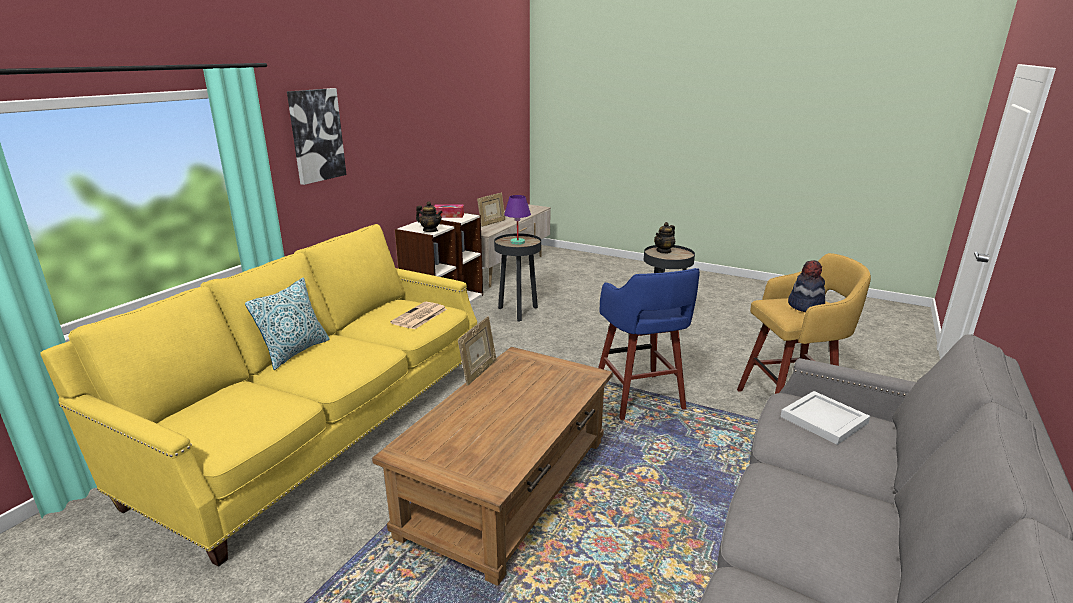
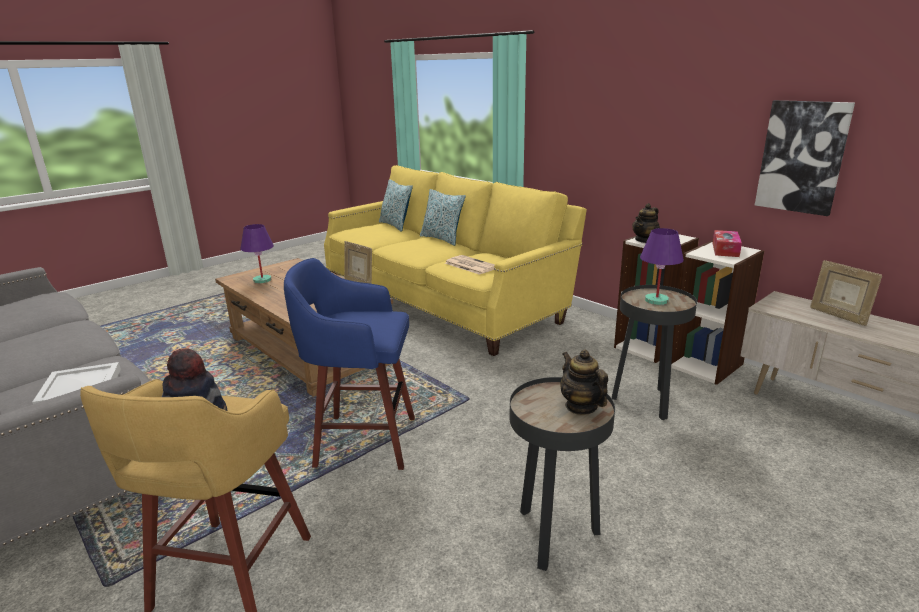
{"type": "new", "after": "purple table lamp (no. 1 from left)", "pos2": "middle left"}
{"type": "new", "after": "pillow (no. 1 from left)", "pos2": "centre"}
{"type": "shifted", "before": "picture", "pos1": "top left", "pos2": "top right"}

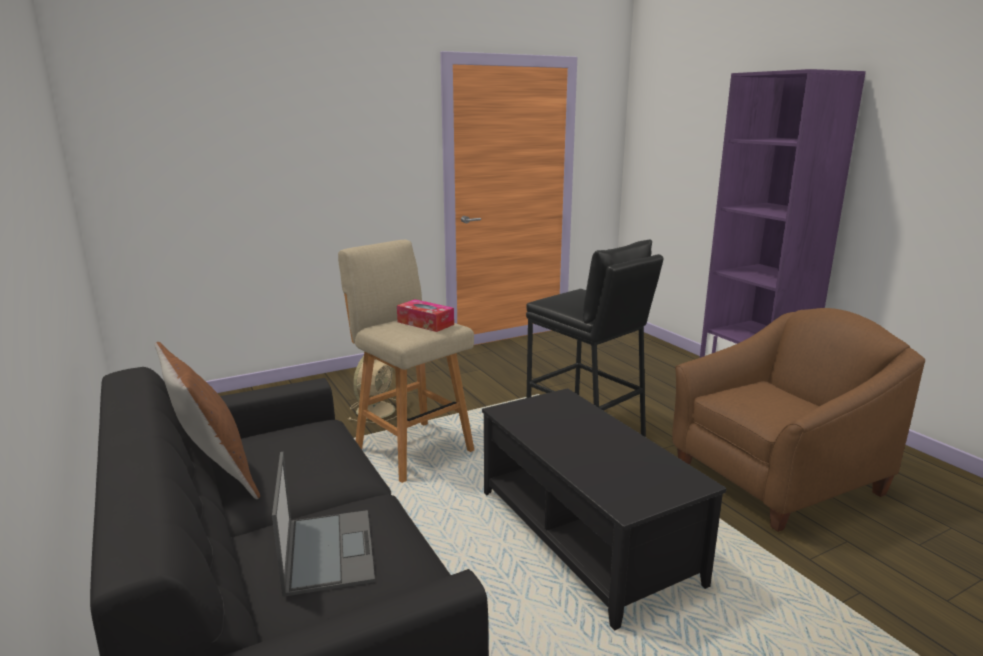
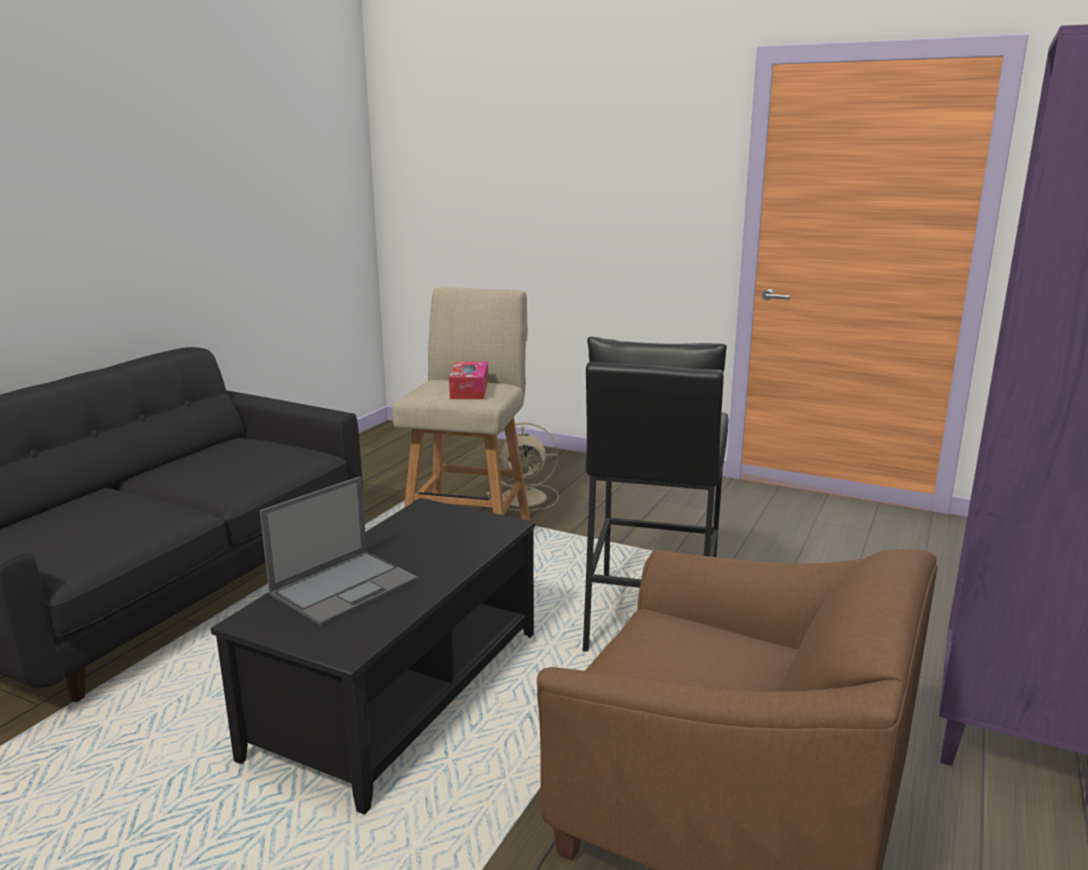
{"type": "shifted", "before": "laptop", "pos1": "bottom left", "pos2": "middle left"}
{"type": "gone", "before": "brown pillow", "pos1": "middle left"}

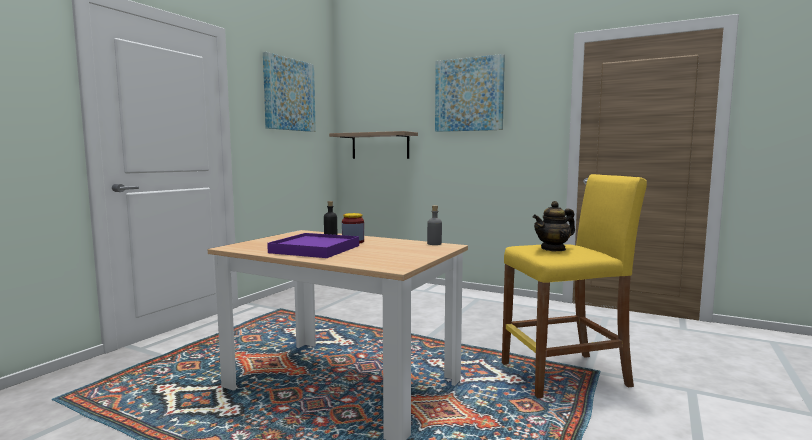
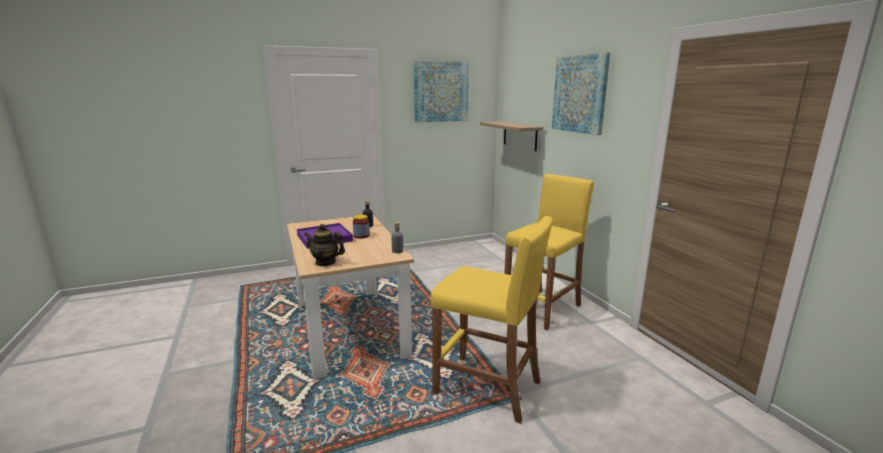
{"type": "shifted", "before": "teapot", "pos1": "middle right", "pos2": "centre"}
{"type": "new", "after": "yellow stool (no. 2 from left)", "pos2": "centre"}

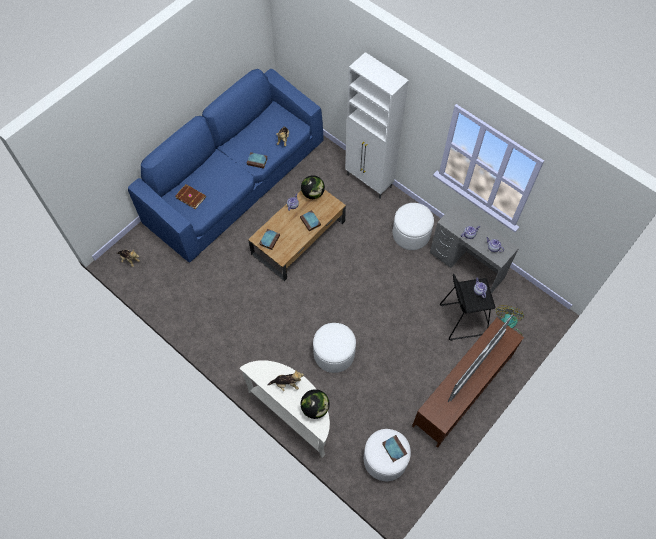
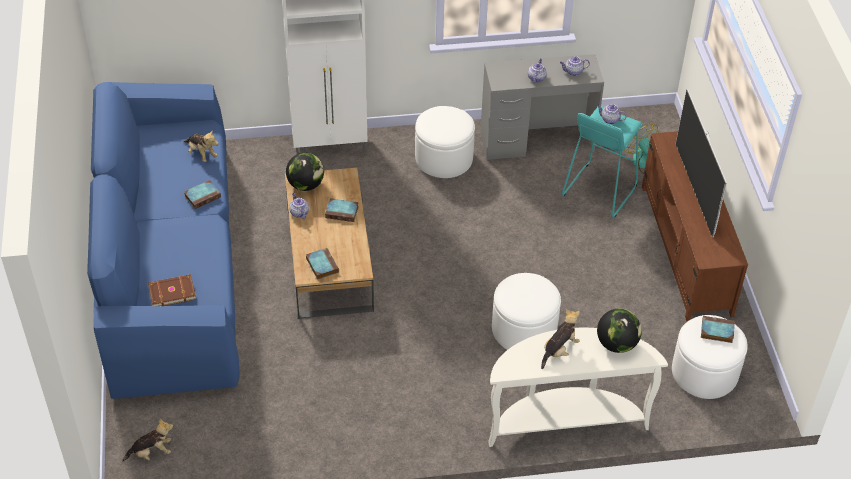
{"type": "repainted", "before": "black stool", "after": "turquoise stool", "pos1": "middle right", "pos2": "middle right"}

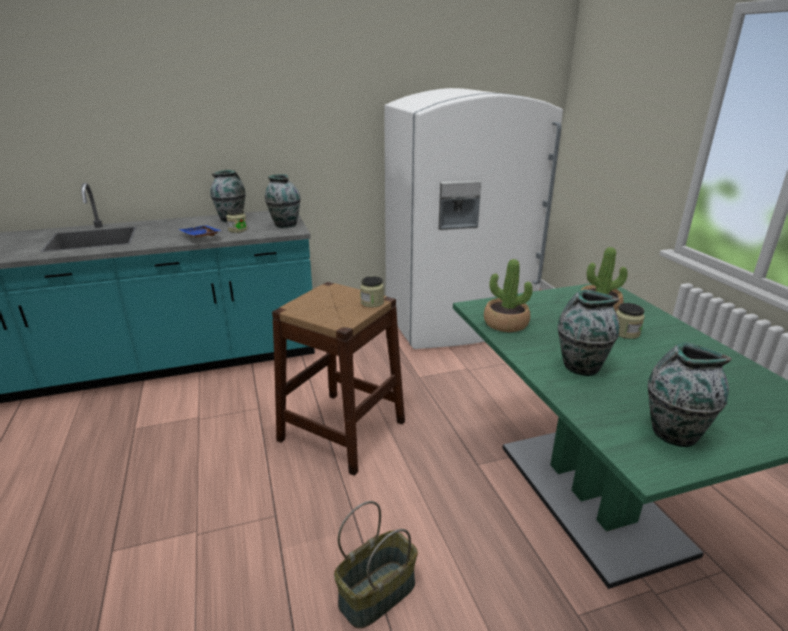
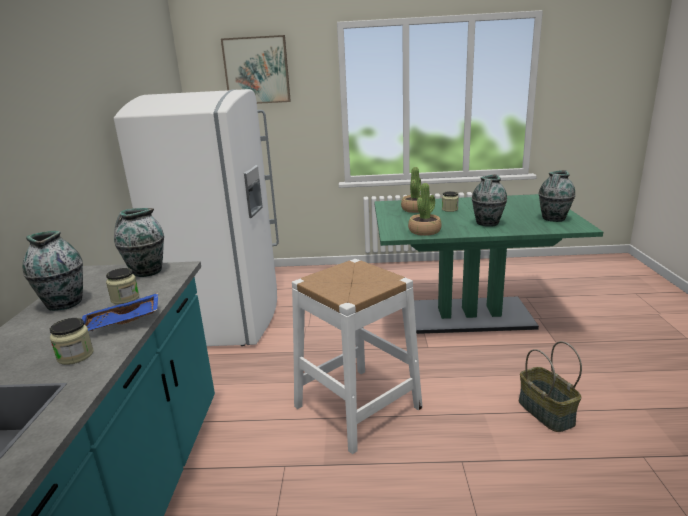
{"type": "shifted", "before": "jar (no. 2 from left in the first image)", "after": "jar (no. 1 from left)", "pos1": "centre", "pos2": "middle left"}
{"type": "new", "after": "picture", "pos2": "top centre"}
{"type": "repainted", "before": "brown stool", "after": "white stool", "pos1": "centre", "pos2": "bottom centre"}

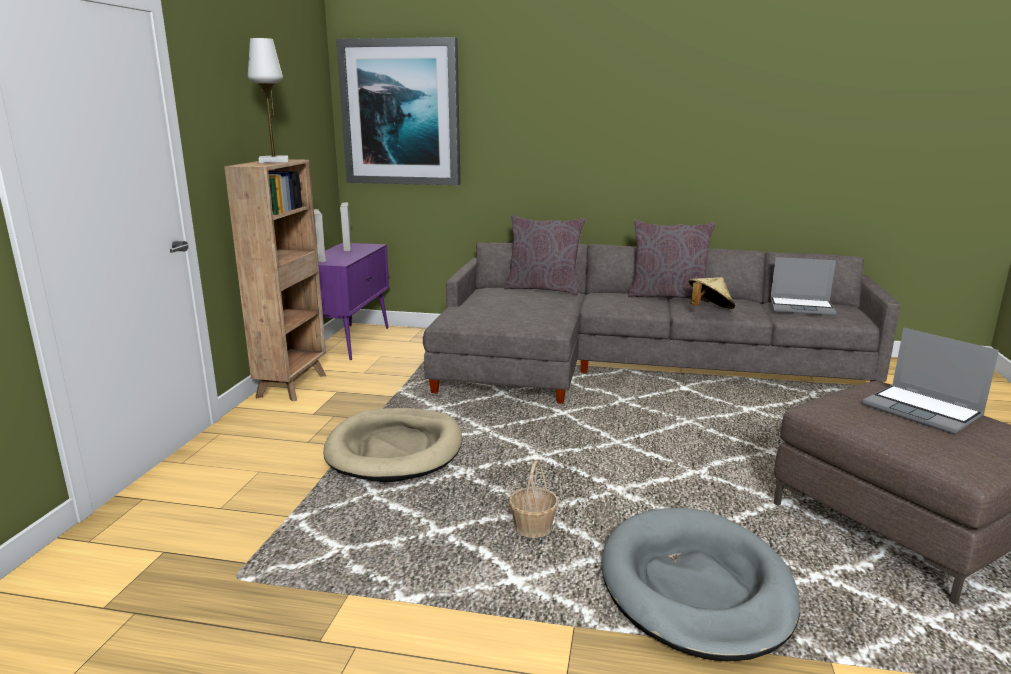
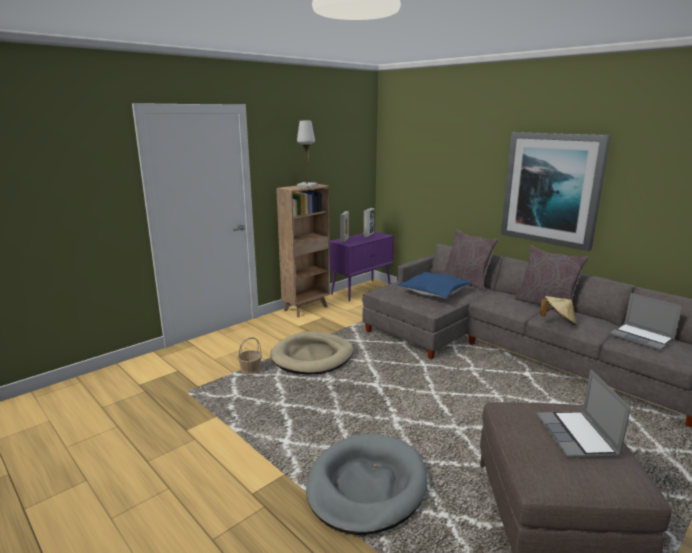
{"type": "shifted", "before": "basket", "pos1": "bottom centre", "pos2": "centre"}
{"type": "new", "after": "blue pillow", "pos2": "centre"}
{"type": "shifted", "before": "picture", "pos1": "top centre", "pos2": "middle right"}

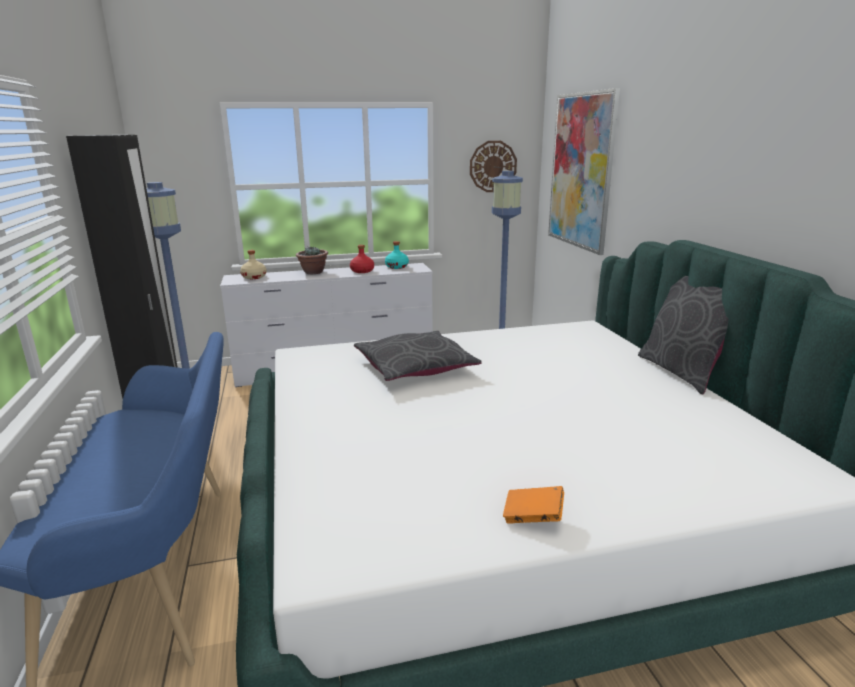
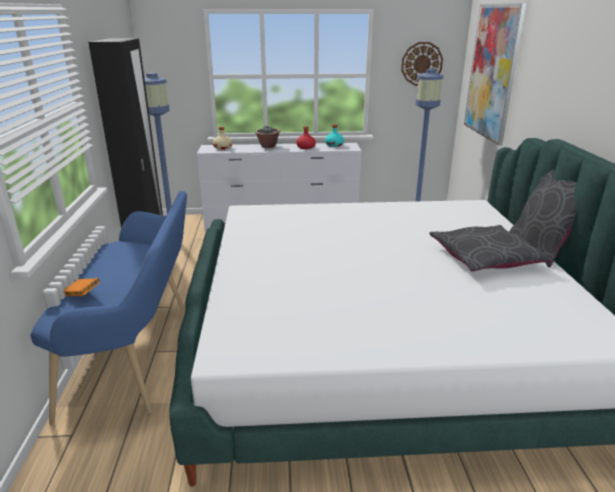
{"type": "shifted", "before": "orange book", "pos1": "bottom centre", "pos2": "middle left"}
{"type": "shifted", "before": "grey pillow (no. 1 from left)", "pos1": "centre", "pos2": "middle right"}

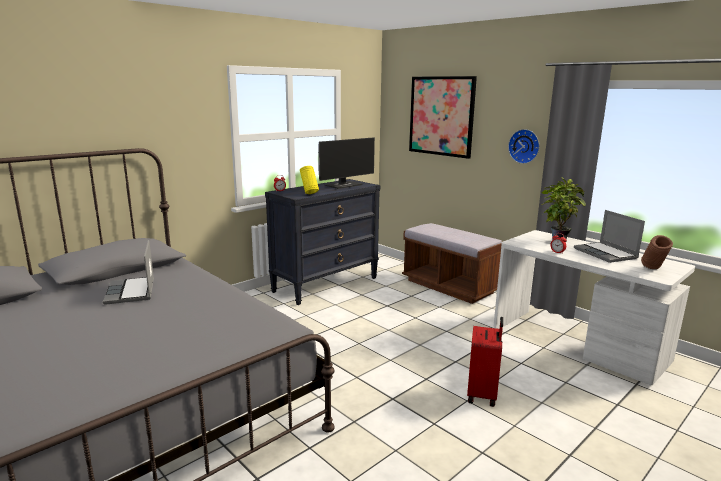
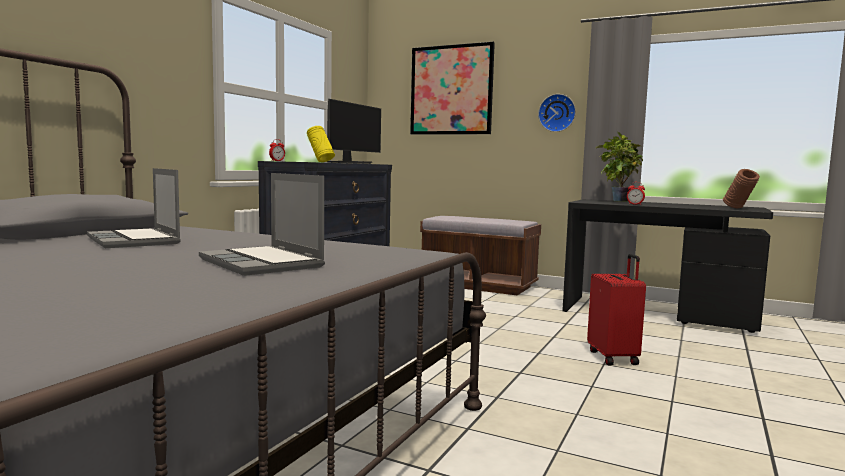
{"type": "shifted", "before": "laptop (no. 2 from left)", "pos1": "middle right", "pos2": "middle left"}
{"type": "repainted", "before": "white desk", "after": "black desk", "pos1": "middle right", "pos2": "middle right"}

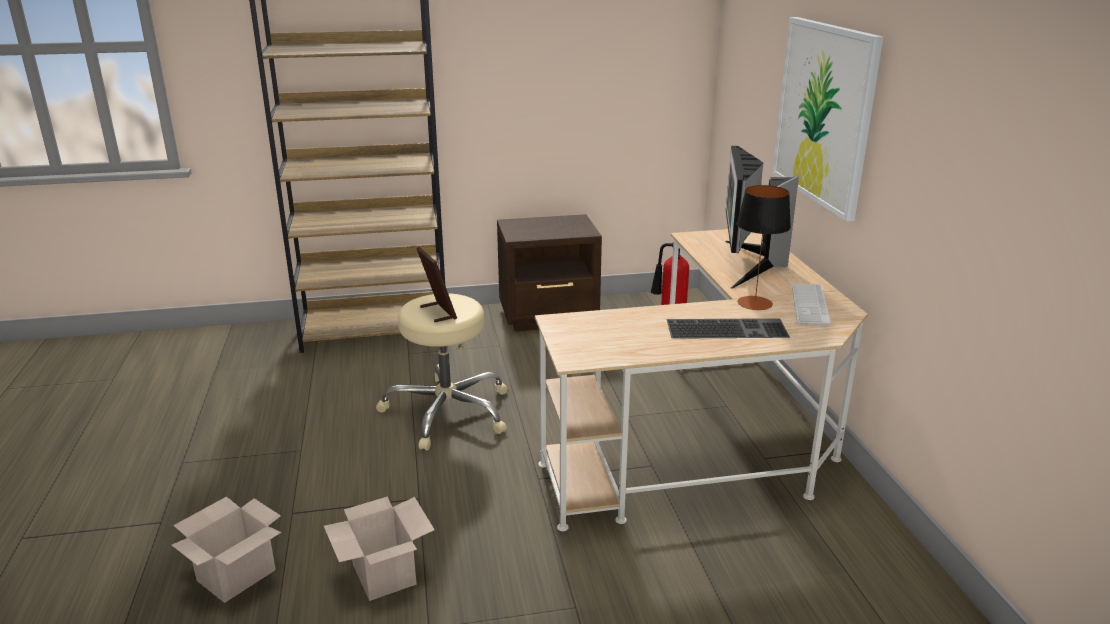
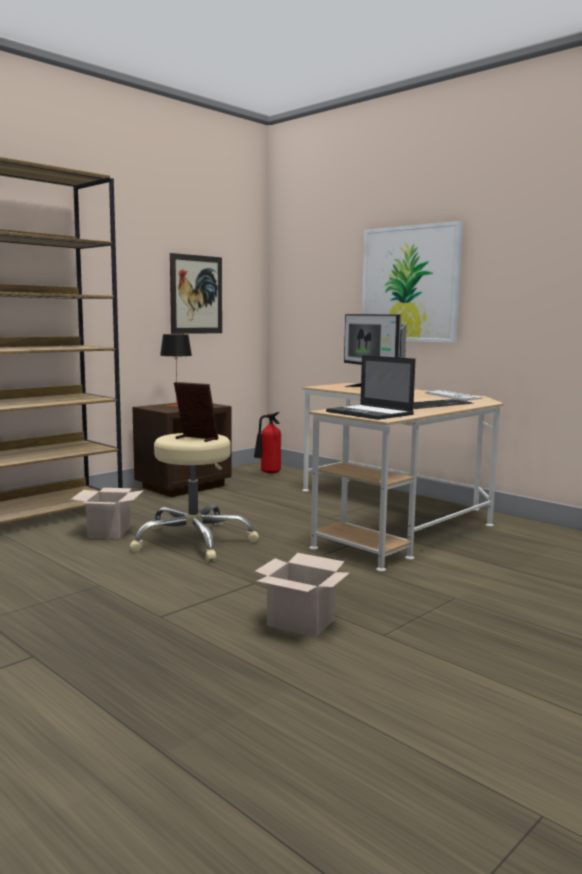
{"type": "shifted", "before": "cardboard box (no. 1 from left)", "pos1": "bottom left", "pos2": "middle left"}
{"type": "shifted", "before": "table lamp", "pos1": "middle right", "pos2": "middle left"}
{"type": "new", "after": "picture (no. 1 from left)", "pos2": "centre"}
{"type": "new", "after": "laptop", "pos2": "centre"}

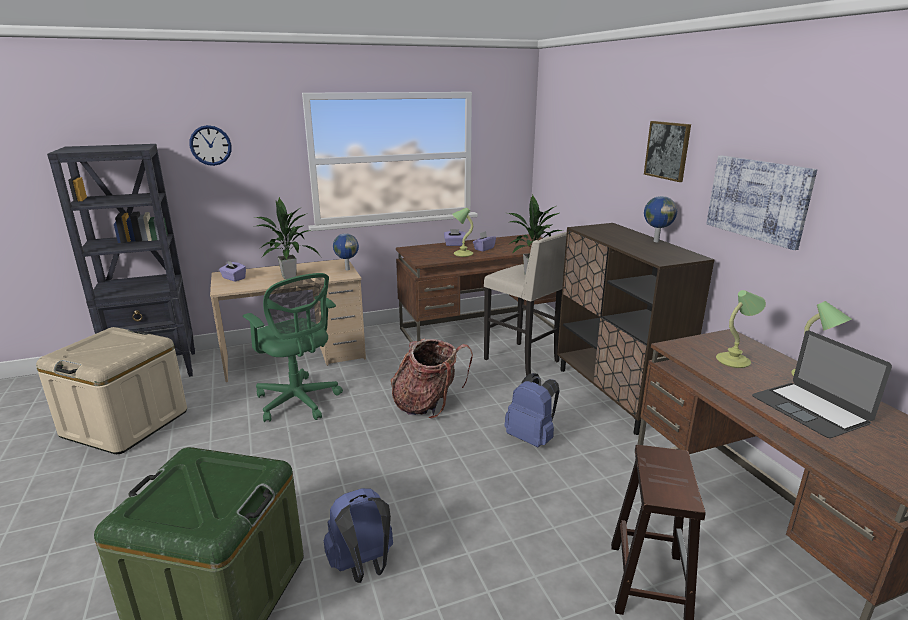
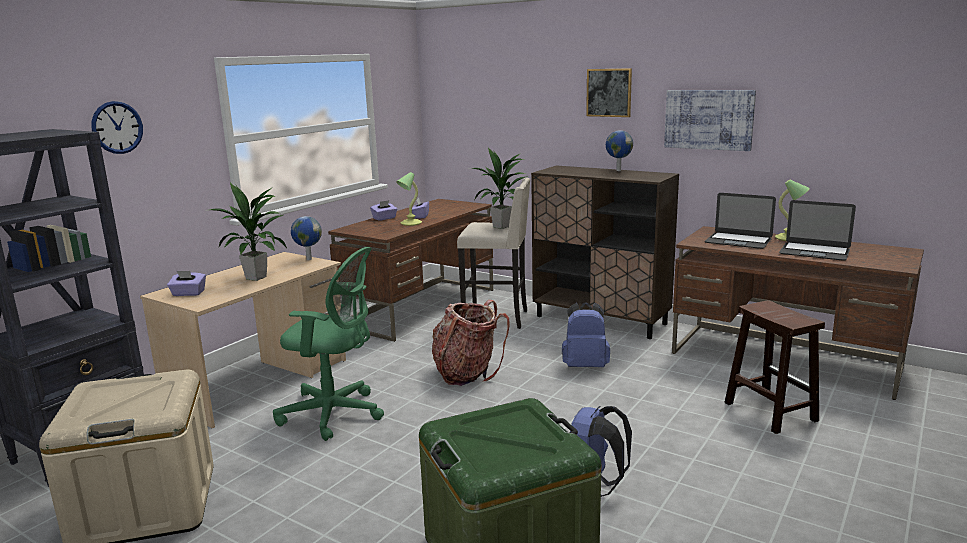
{"type": "swapped", "before": "table lamp (no. 2 from left)", "after": "laptop (no. 1 from left)", "pos1": "middle right", "pos2": "middle right"}

